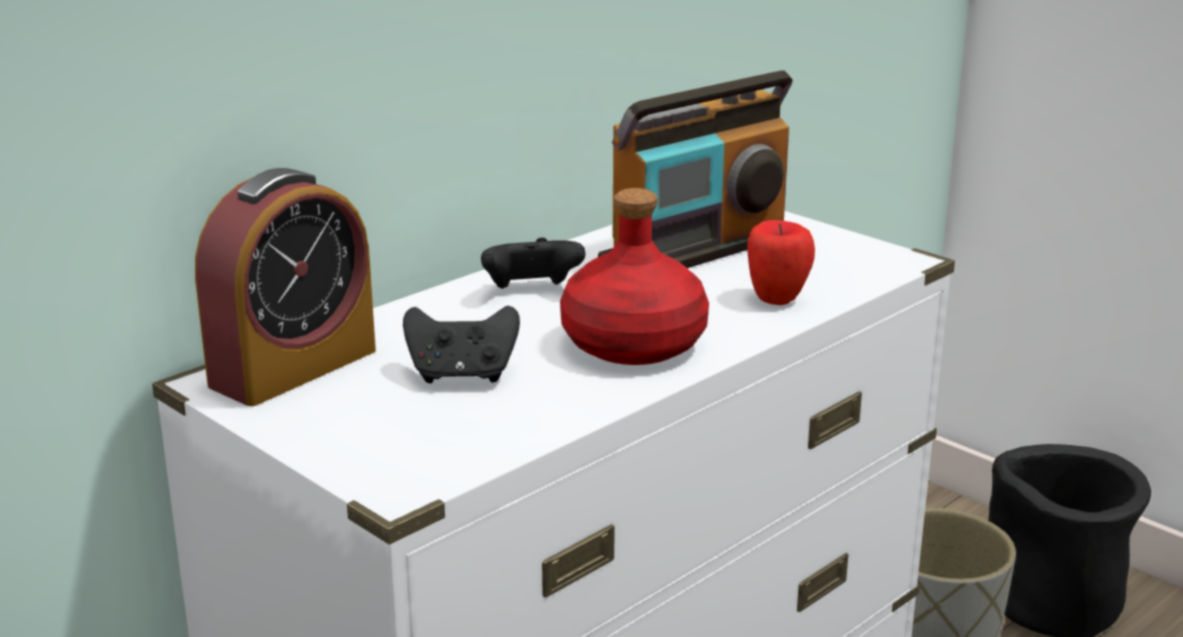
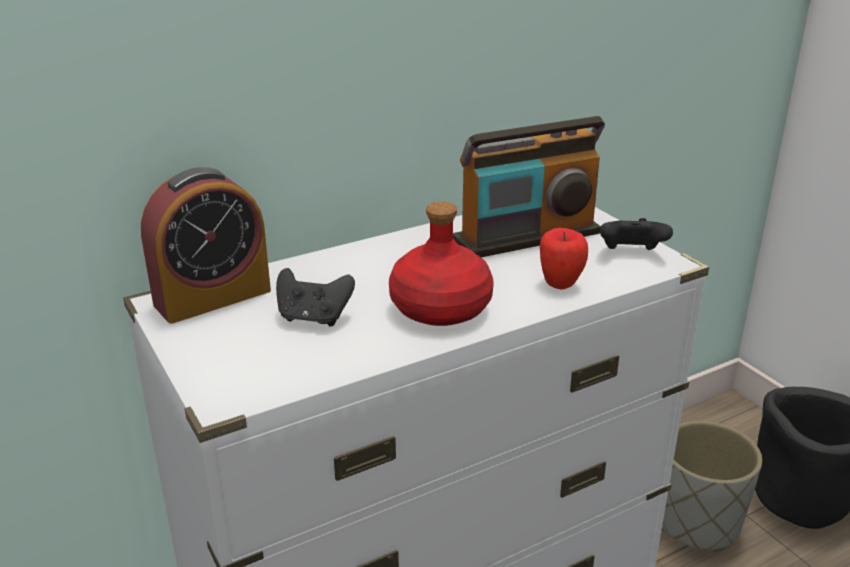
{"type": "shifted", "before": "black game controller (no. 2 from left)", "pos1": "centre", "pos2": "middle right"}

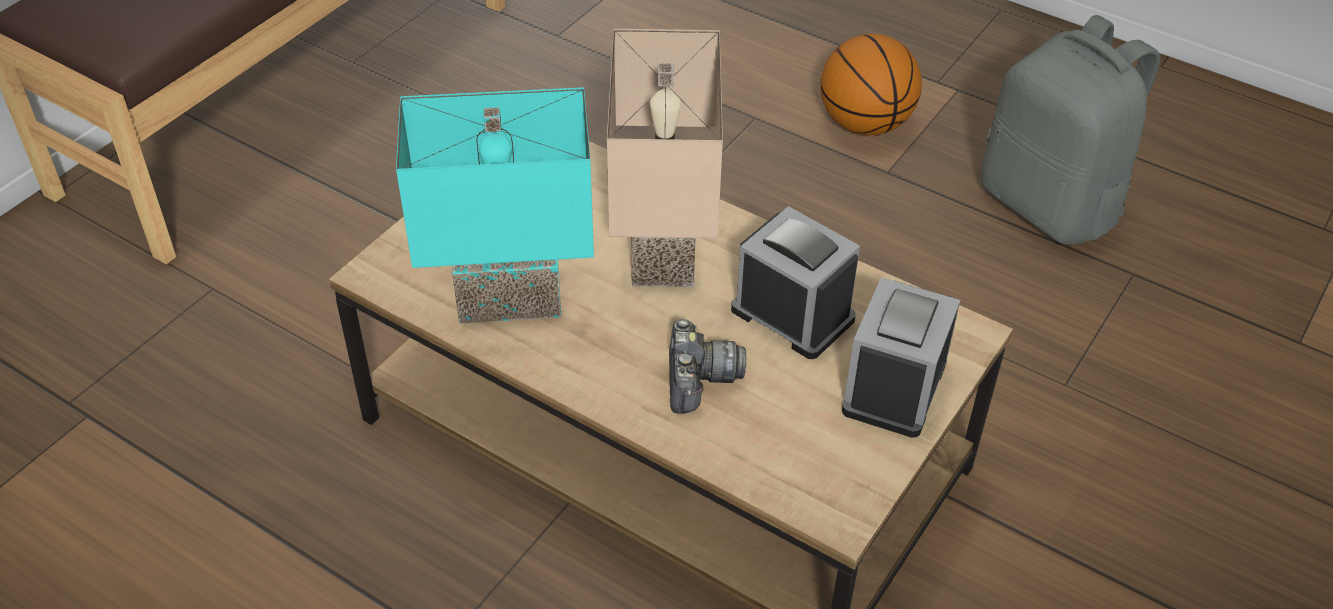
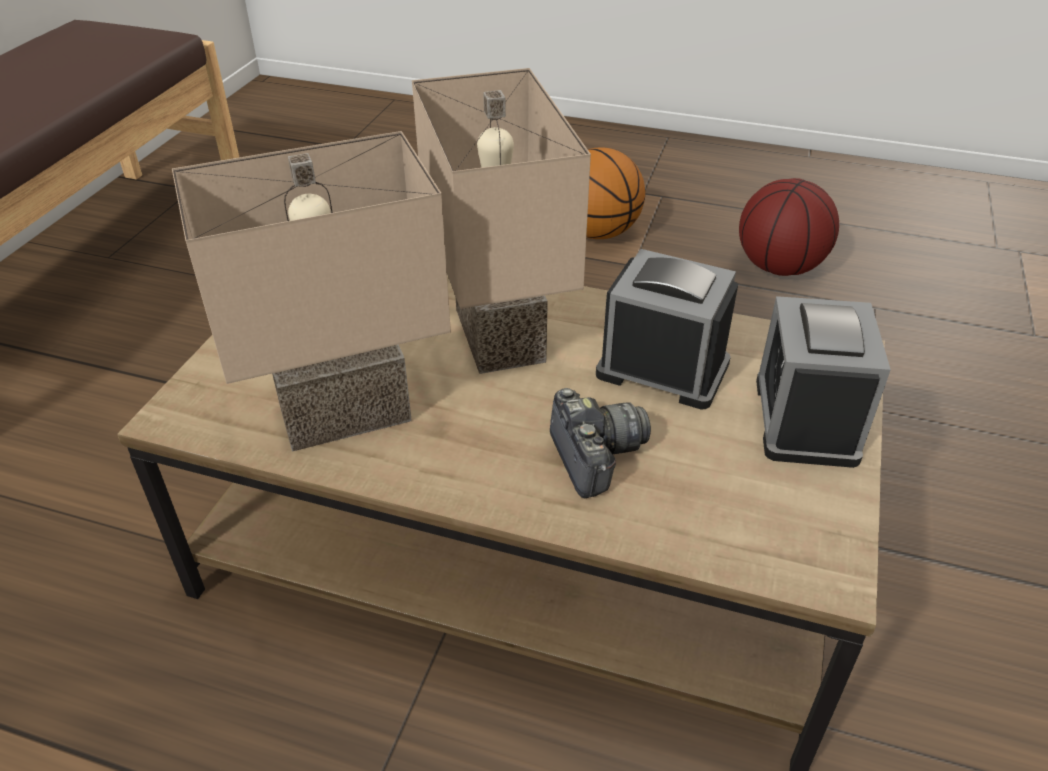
{"type": "repainted", "before": "turquoise table lamp", "after": "beige table lamp (no. 1 from left)", "pos1": "centre", "pos2": "middle left"}
{"type": "swapped", "before": "grey backpack", "after": "basketball (no. 2 from left)", "pos1": "top right", "pos2": "top right"}

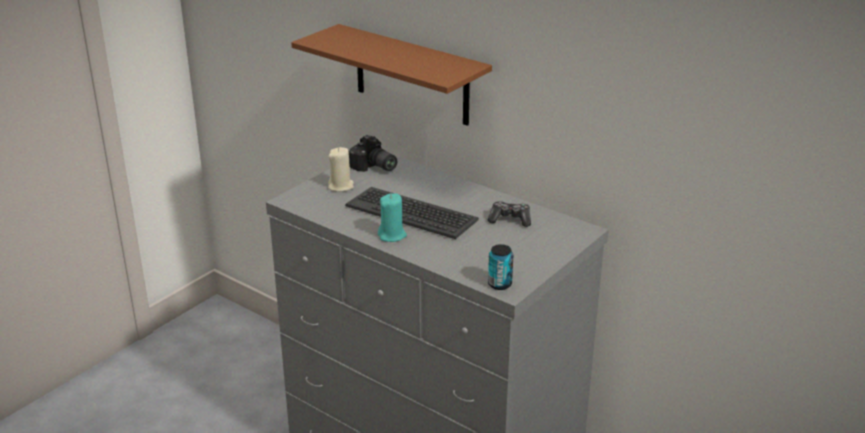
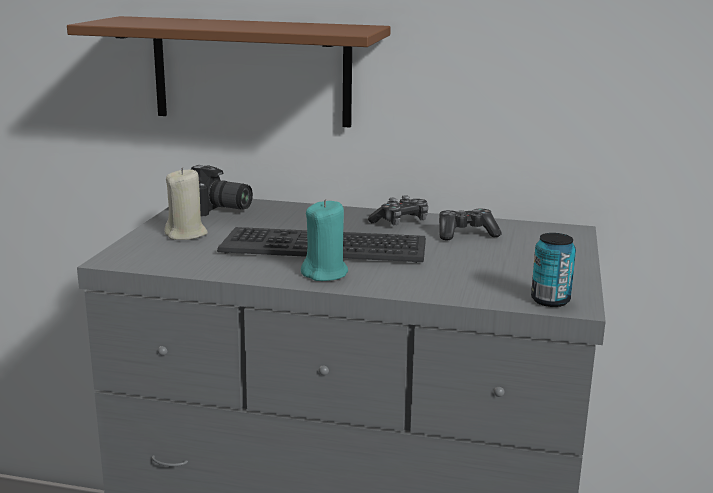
{"type": "new", "after": "game controller (no. 1 from left)", "pos2": "centre"}

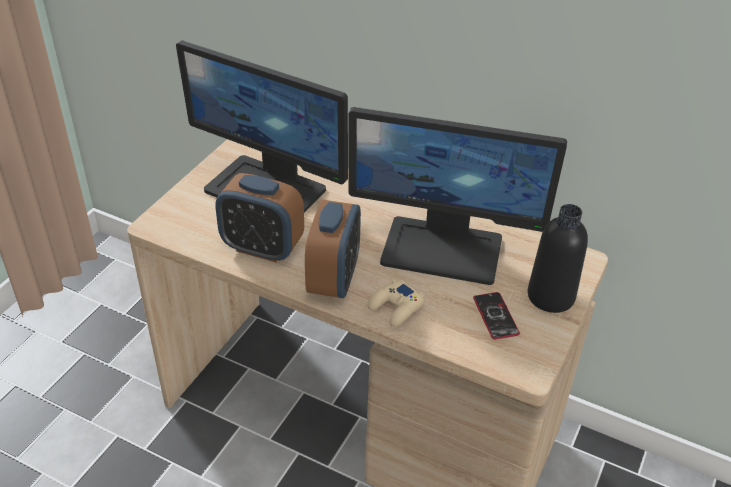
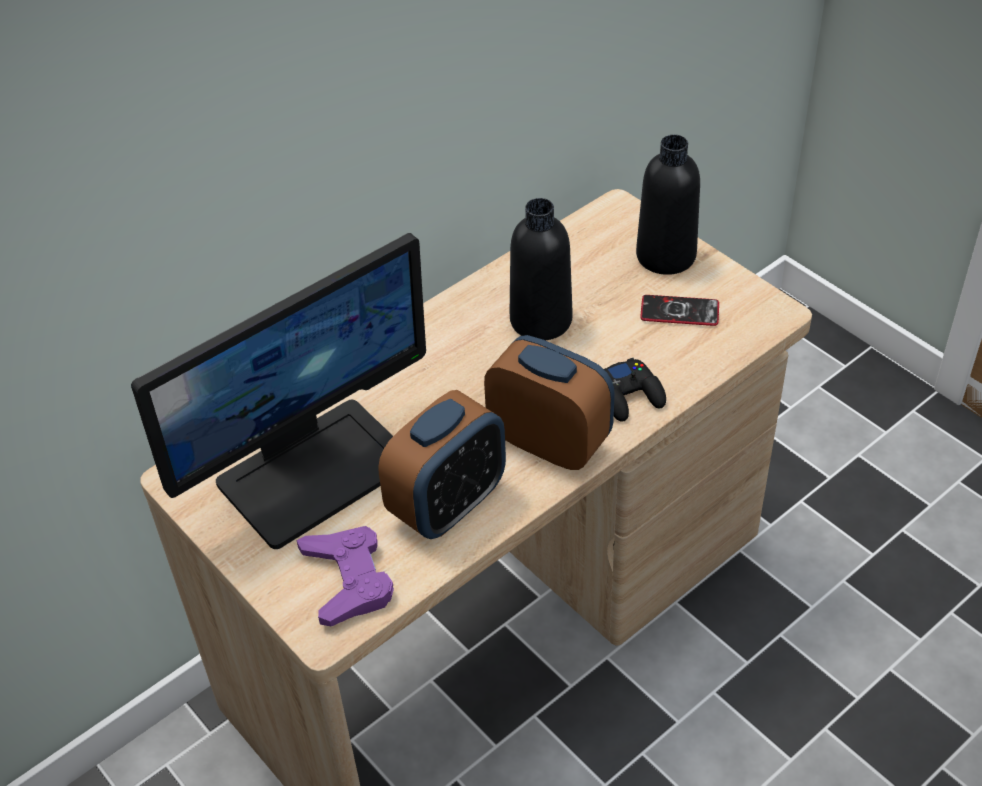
{"type": "new", "after": "purple game controller", "pos2": "bottom centre"}
{"type": "swapped", "before": "monitor (no. 2 from left)", "after": "black bottle (no. 1 from left)", "pos1": "centre", "pos2": "centre"}
{"type": "repainted", "before": "beige game controller", "after": "black game controller", "pos1": "centre", "pos2": "centre"}

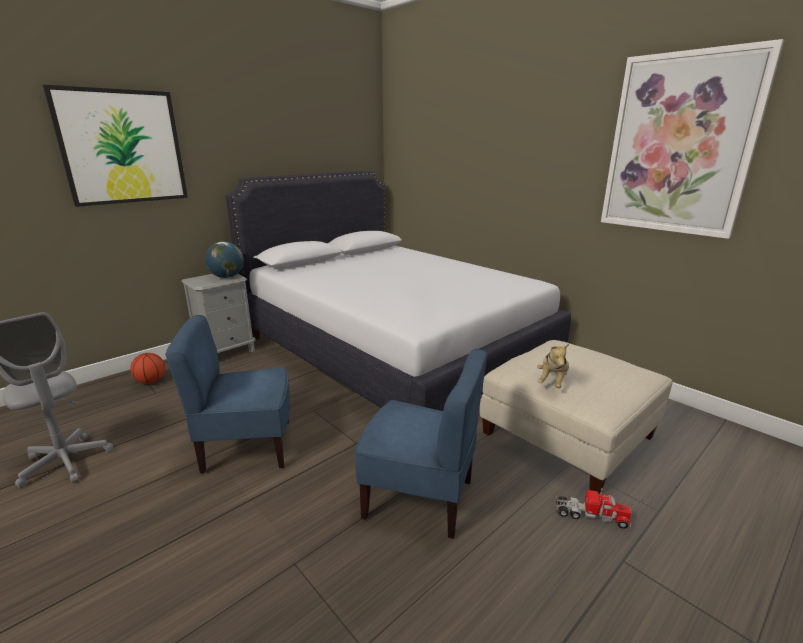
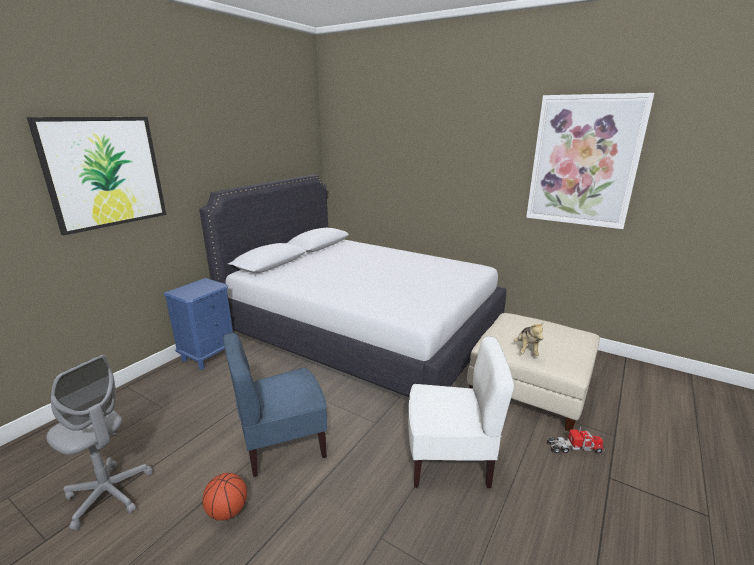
{"type": "repainted", "before": "grey nightstand", "after": "blue nightstand", "pos1": "middle left", "pos2": "middle left"}
{"type": "shifted", "before": "basketball", "pos1": "middle left", "pos2": "bottom left"}
{"type": "repainted", "before": "blue chair (no. 2 from left)", "after": "white chair", "pos1": "bottom centre", "pos2": "bottom centre"}
{"type": "gone", "before": "globe", "pos1": "middle left"}

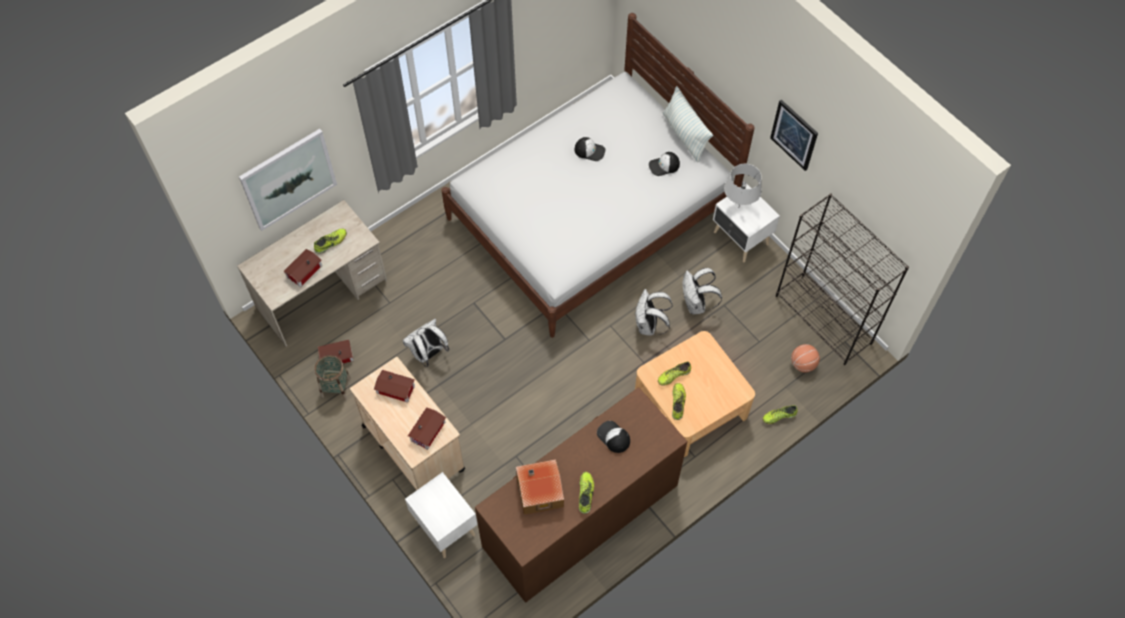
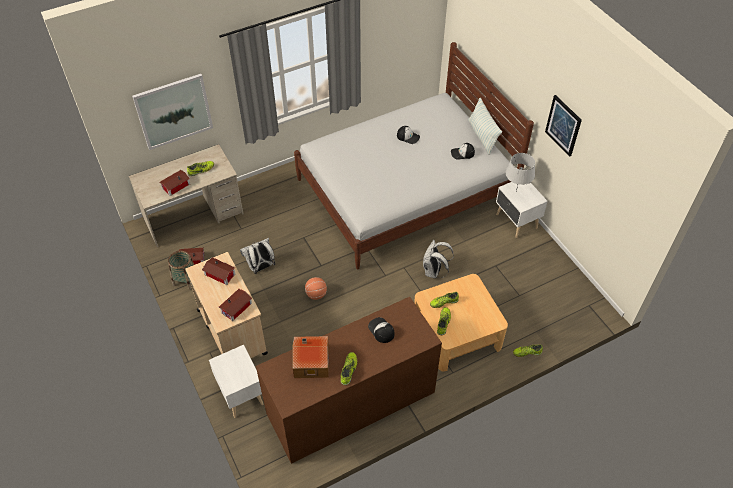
{"type": "shifted", "before": "basketball", "pos1": "middle right", "pos2": "centre"}
{"type": "gone", "before": "white backpack (no. 3 from left)", "pos1": "centre"}
{"type": "gone", "before": "black bookcase", "pos1": "middle right"}

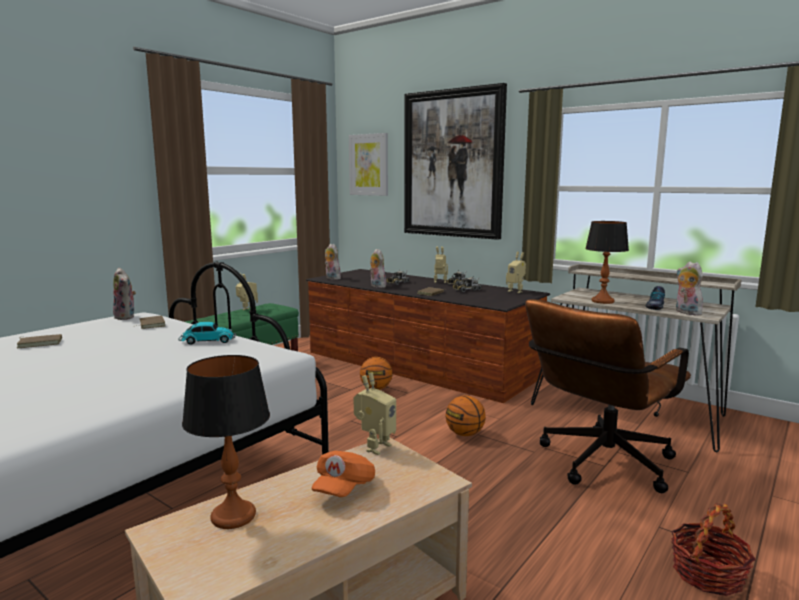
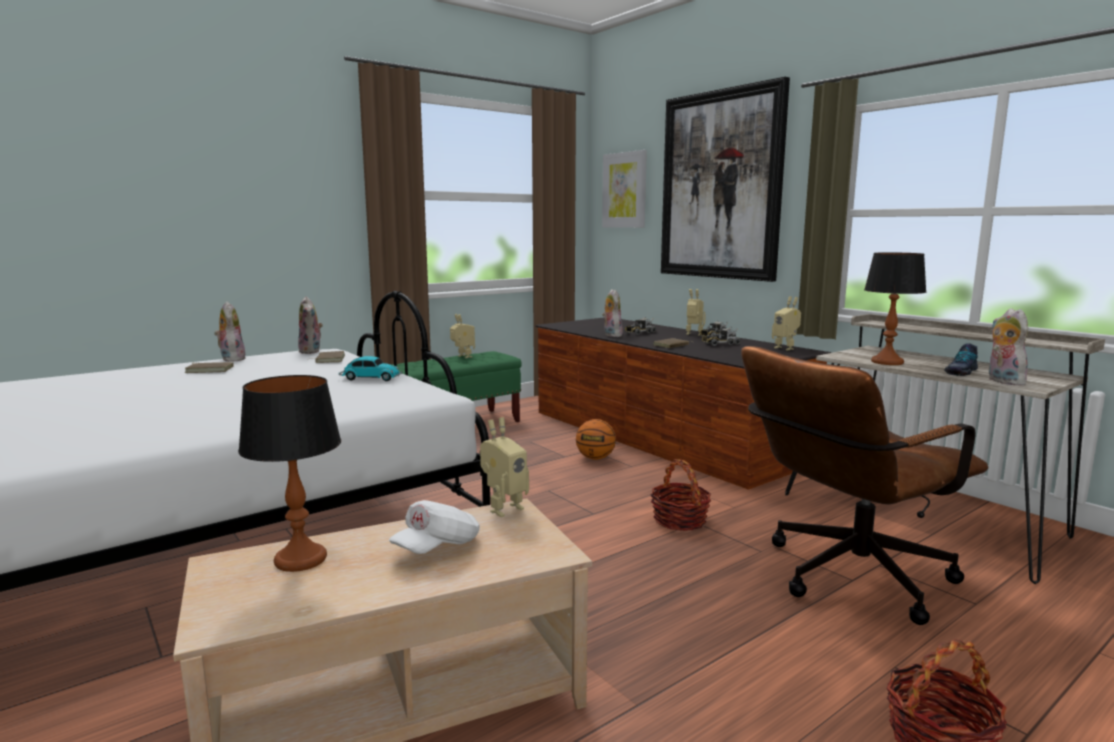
{"type": "shifted", "before": "plush toy (no. 2 from left in the first image)", "after": "plush toy (no. 1 from left)", "pos1": "centre", "pos2": "middle left"}
{"type": "repainted", "before": "orange cap", "after": "white cap", "pos1": "bottom centre", "pos2": "bottom centre"}
{"type": "swapped", "before": "basketball (no. 2 from left)", "after": "basket (no. 1 from left)", "pos1": "bottom centre", "pos2": "bottom centre"}

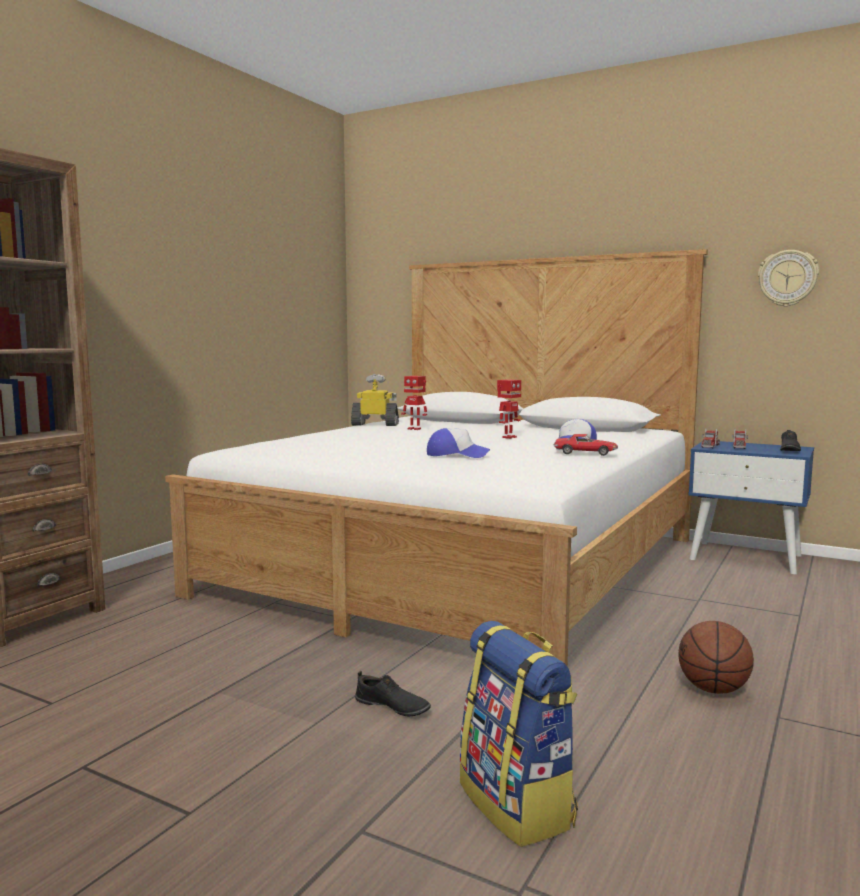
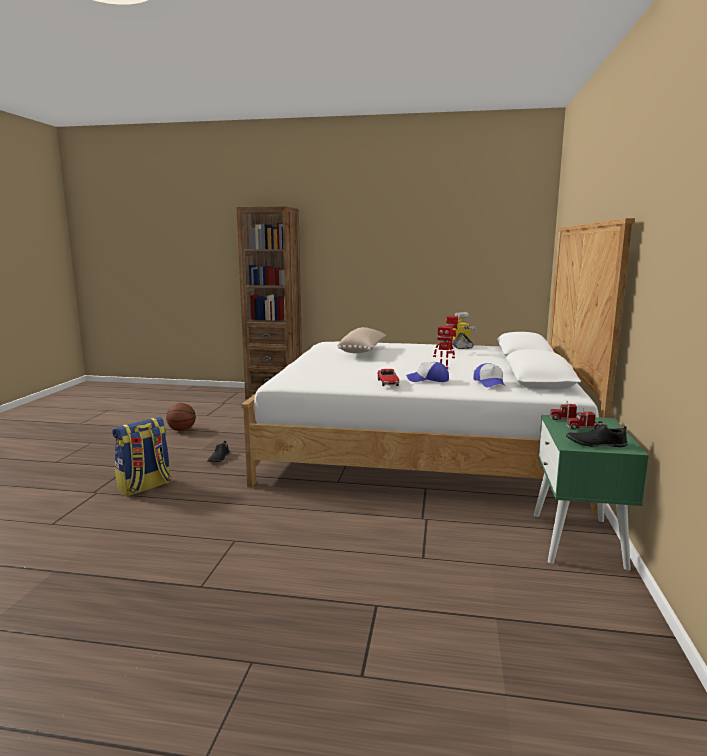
{"type": "shifted", "before": "basketball", "pos1": "bottom right", "pos2": "middle left"}
{"type": "new", "after": "beige pillow", "pos2": "centre"}
{"type": "shifted", "before": "cap (no. 1 from left in the first image)", "after": "cap (no. 2 from left)", "pos1": "centre", "pos2": "middle right"}
{"type": "repainted", "before": "blue nightstand", "after": "green nightstand", "pos1": "middle right", "pos2": "middle right"}
{"type": "gone", "before": "wall clock", "pos1": "top right"}

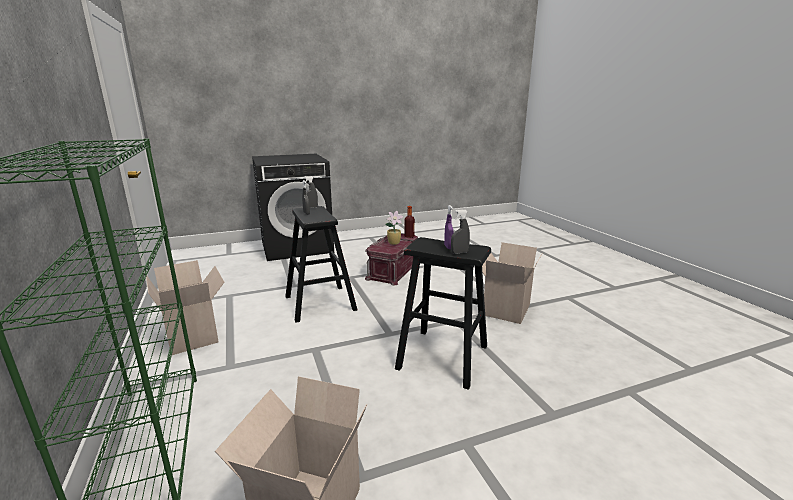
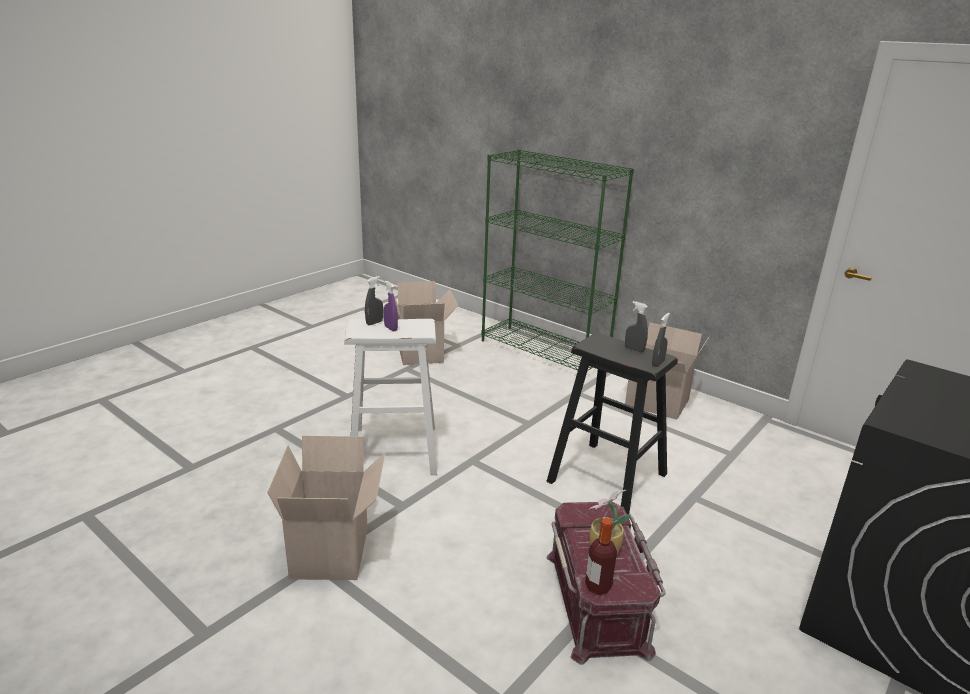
{"type": "repainted", "before": "black stool (no. 2 from left)", "after": "white stool", "pos1": "centre", "pos2": "centre"}

